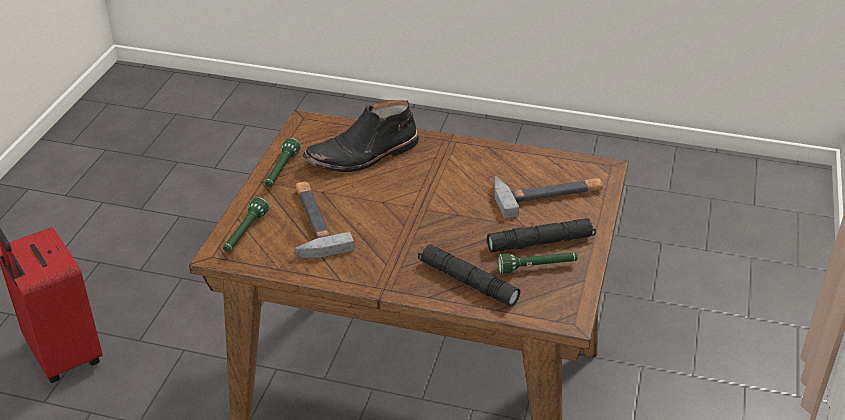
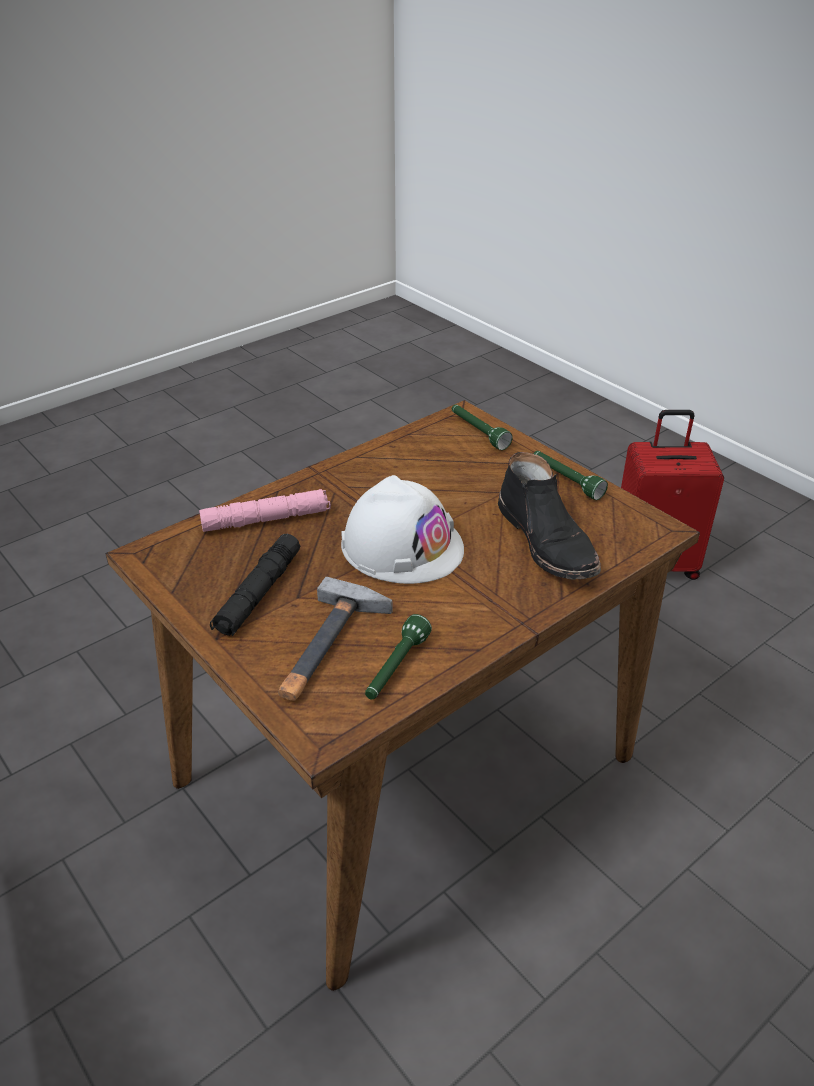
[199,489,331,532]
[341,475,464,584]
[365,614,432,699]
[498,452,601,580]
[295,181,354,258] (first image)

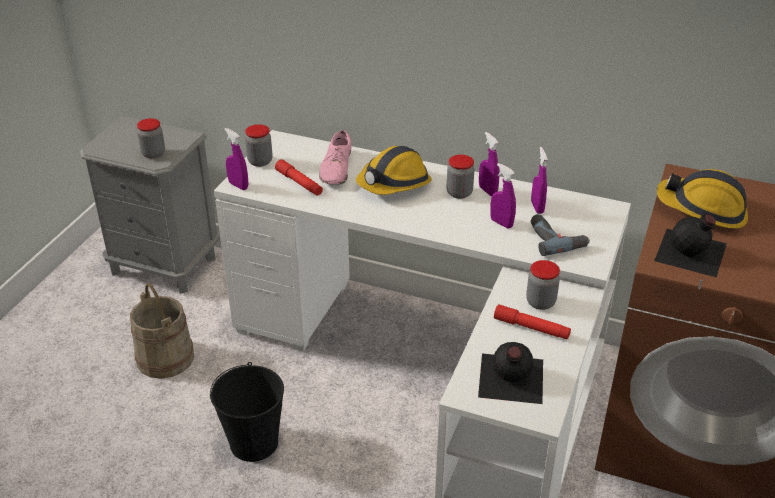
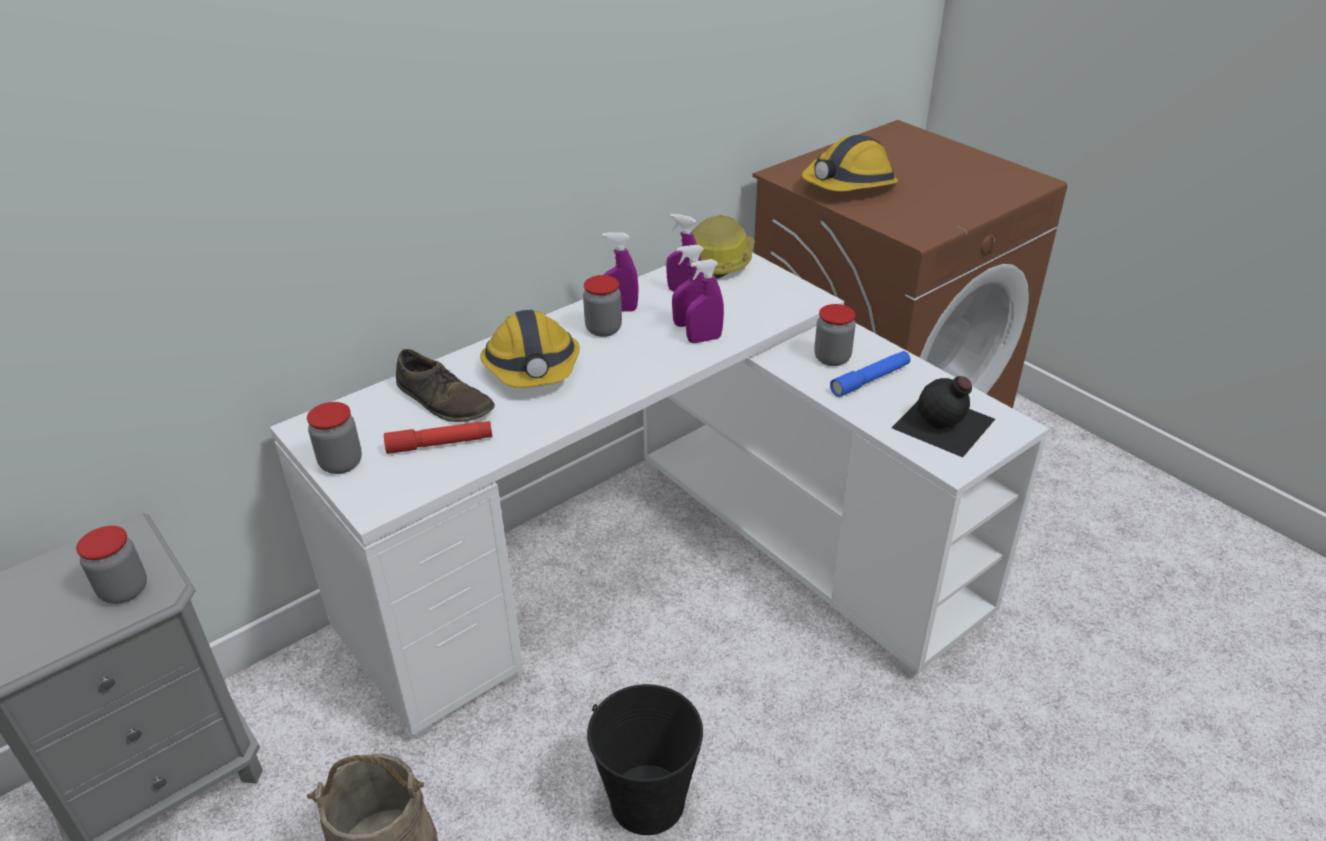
[396,349,495,422]
[686,259,724,343]
[691,215,755,279]
[830,351,910,397]
[531,214,590,256] (first image)
[654,214,727,277] (first image)

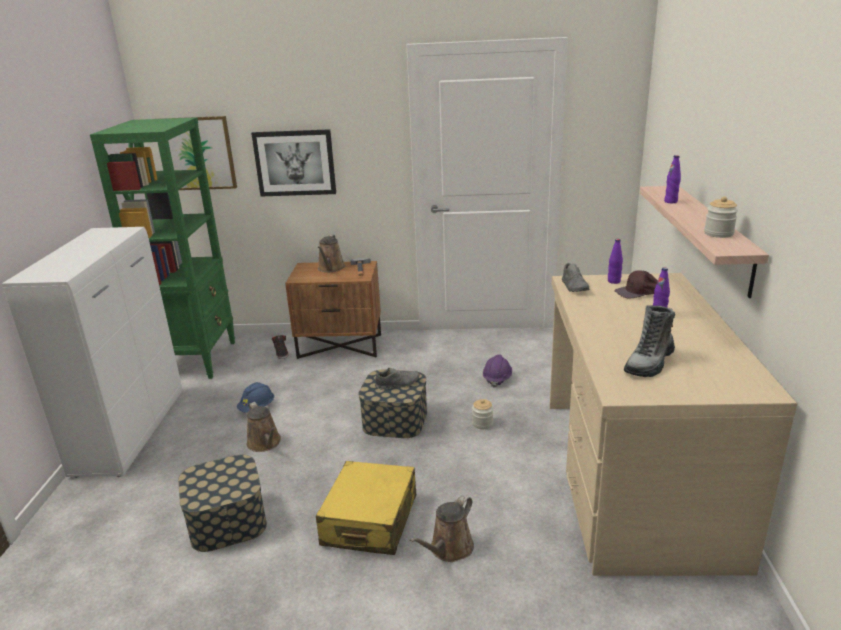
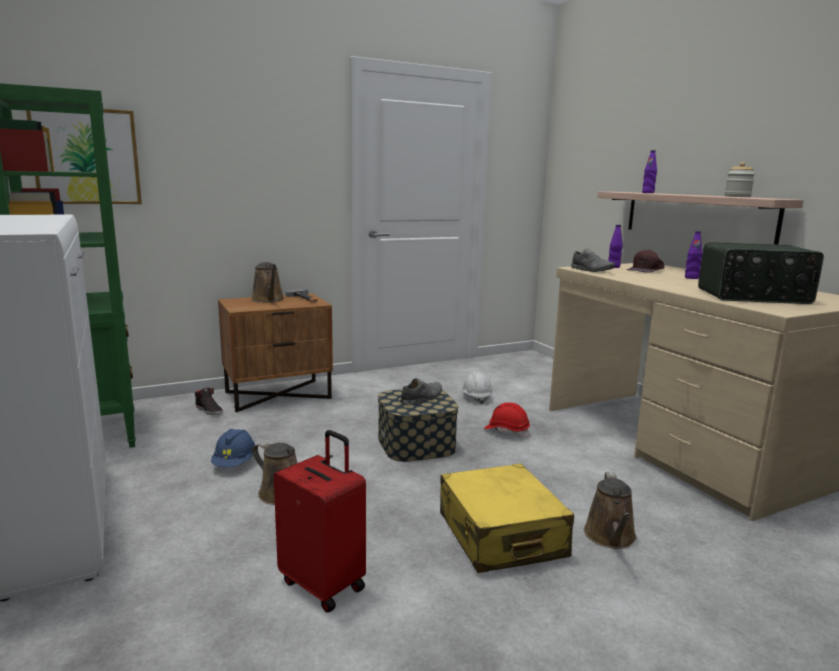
[274,430,366,613]
[462,371,493,404]
[484,402,530,438]
[698,242,824,304]
[251,129,336,196] (first image)

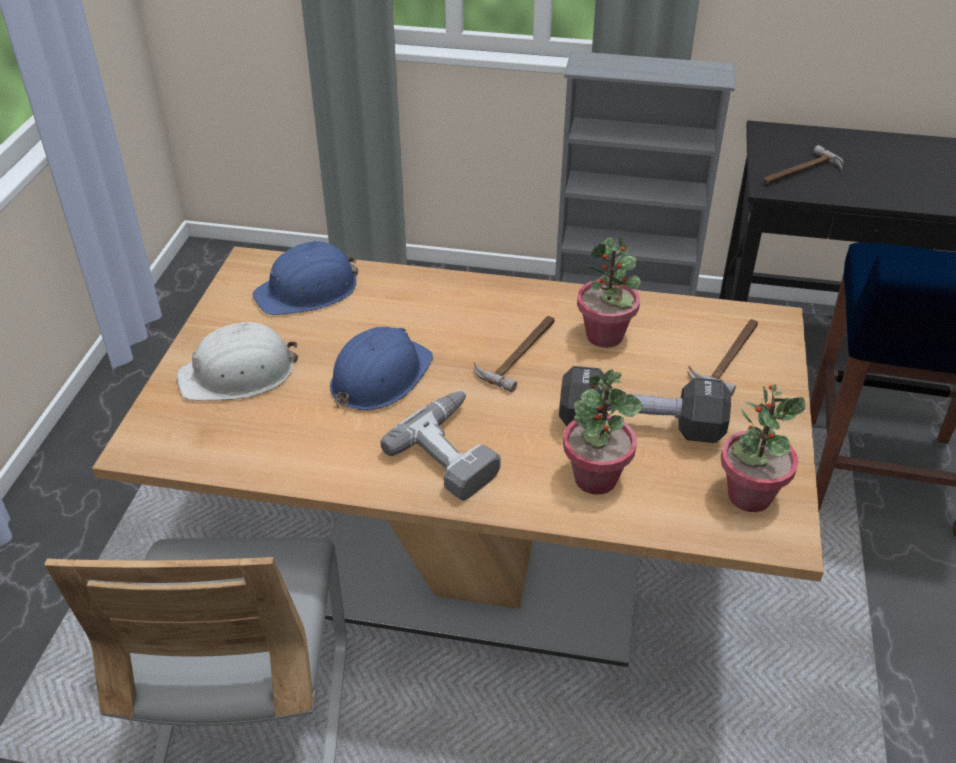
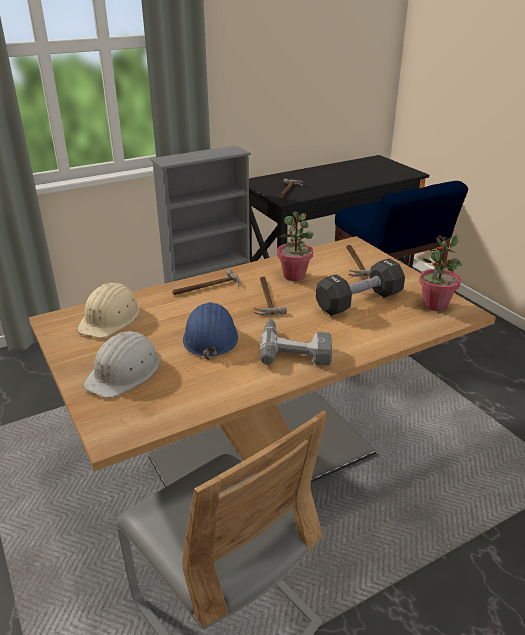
[77,283,140,338]
[172,269,240,295]
[563,369,643,495] (first image)

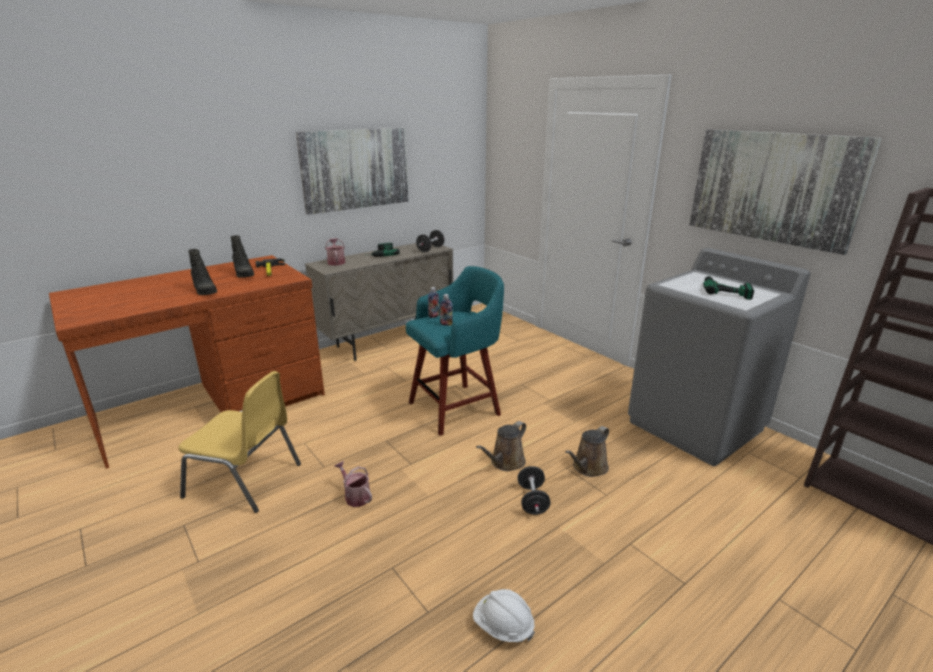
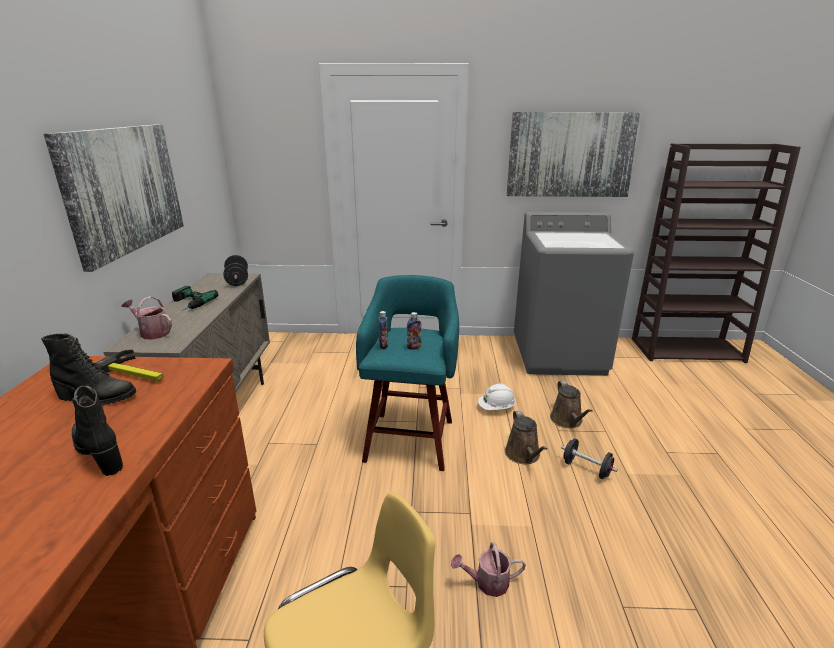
[72,385,123,476]
[478,384,516,410]
[703,276,754,300] (first image)

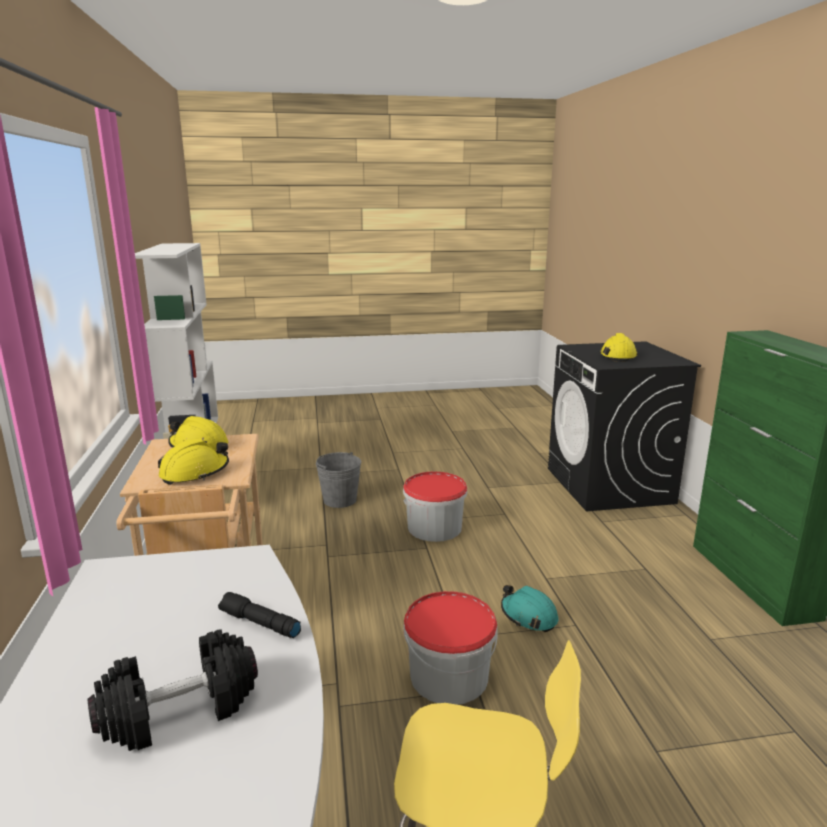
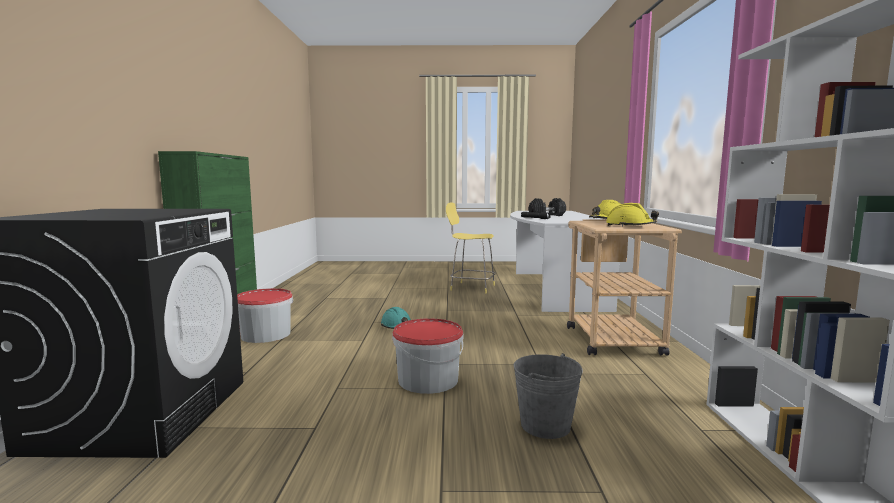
[237,288,293,343]
[600,333,638,362] (first image)

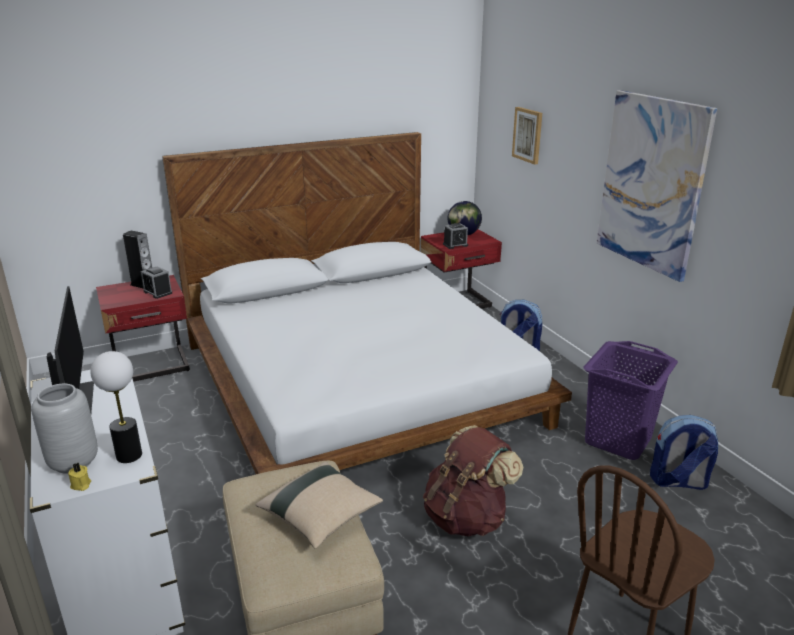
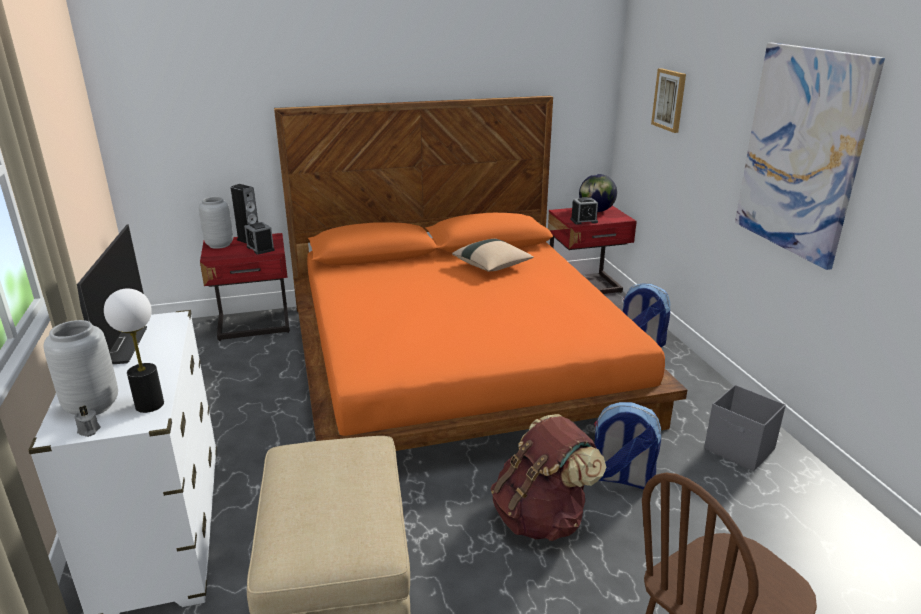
[75,406,101,437]
[199,197,233,249]
[274,96,687,451]
[452,239,534,272]
[594,402,661,489]
[704,385,786,472]

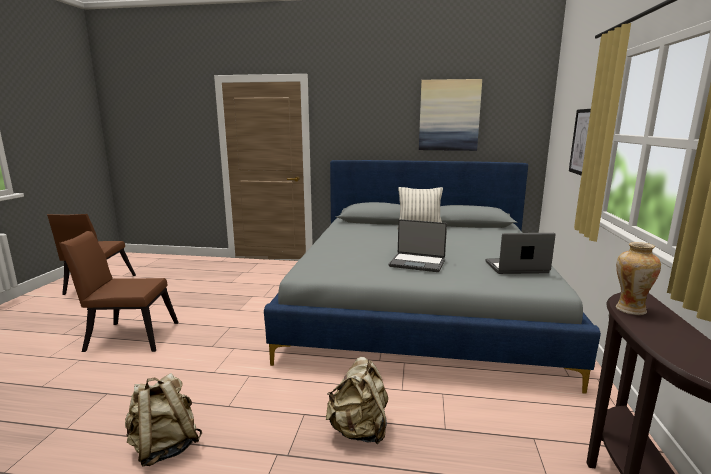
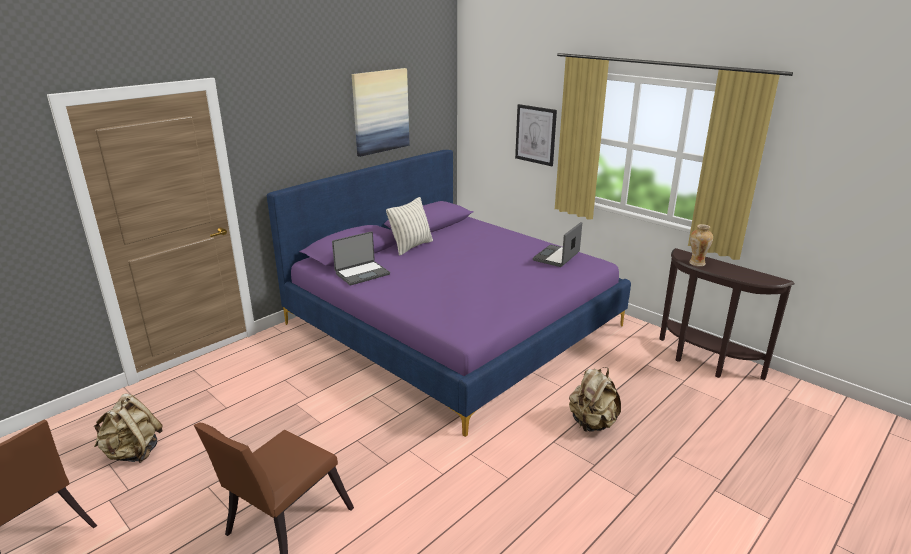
[93,394,163,463]
[267,150,631,437]
[332,231,390,285]

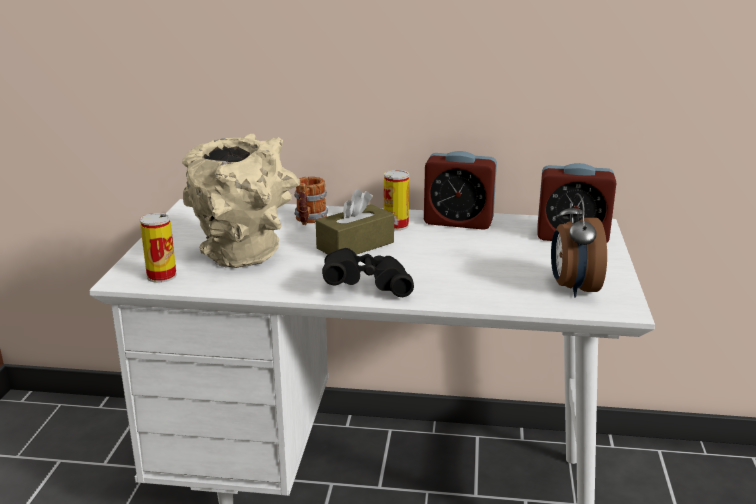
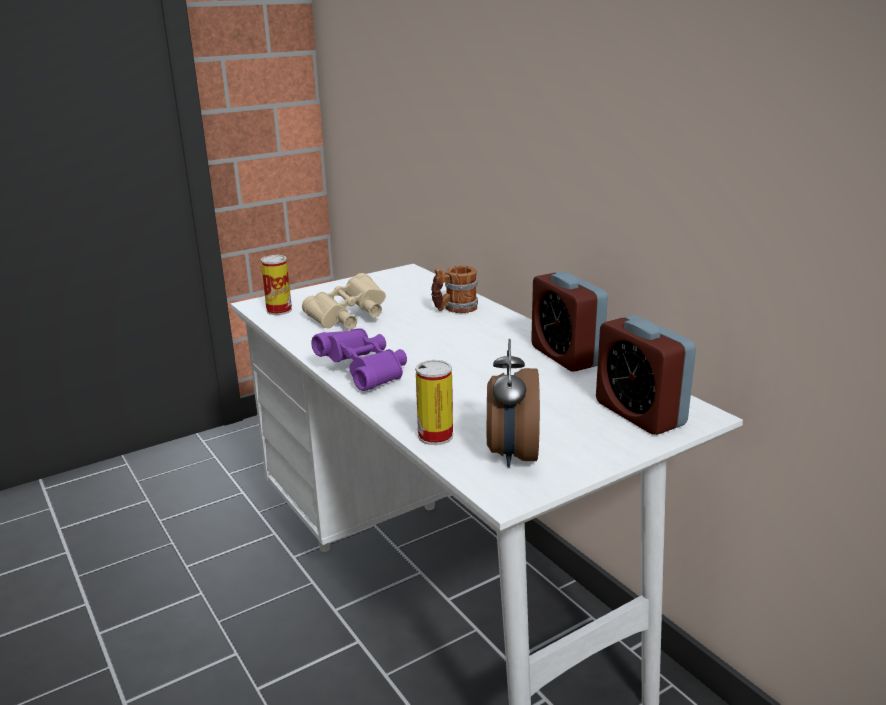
[302,273,386,330]
[311,328,407,391]
[416,360,453,445]
[487,339,540,467]
[316,189,394,255] (first image)

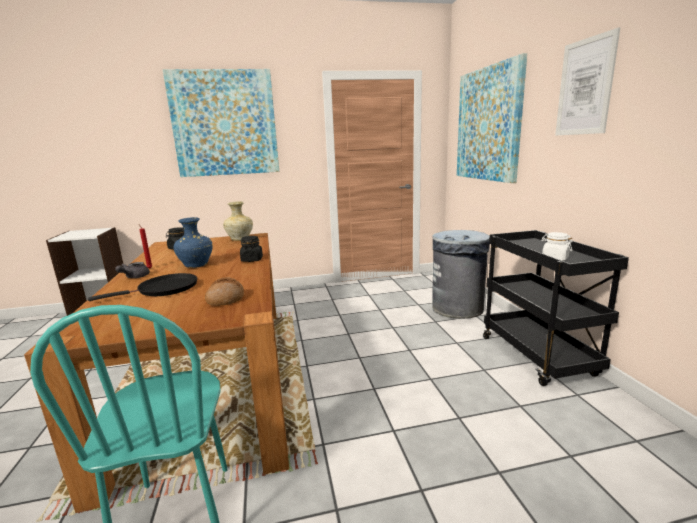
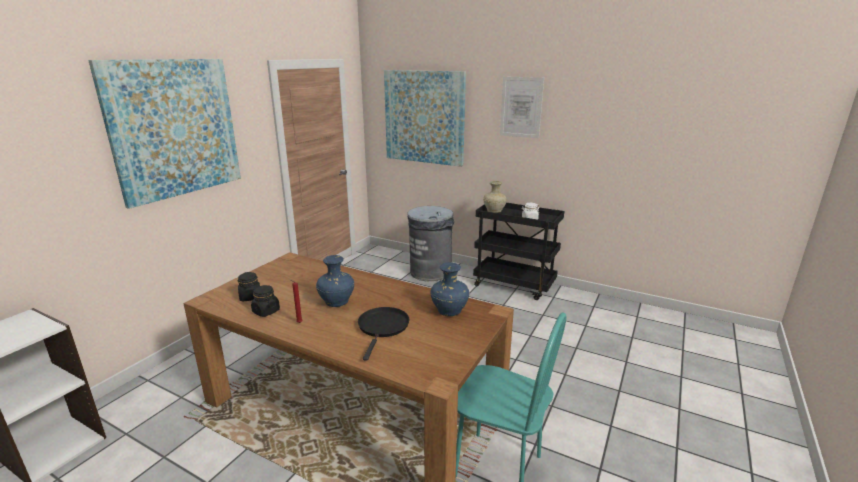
[251,285,280,317]
[431,262,469,316]
[483,181,507,213]
[115,262,150,278] (first image)

